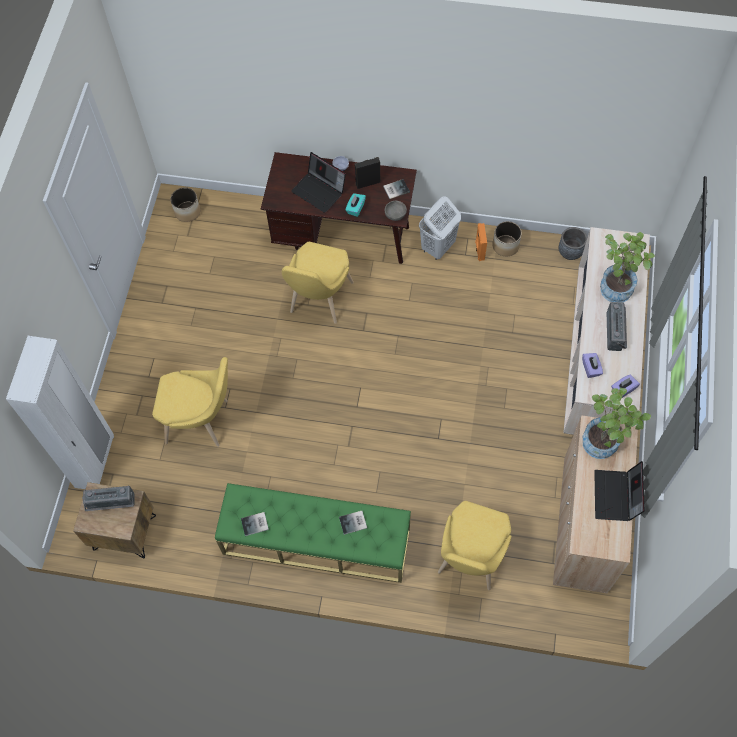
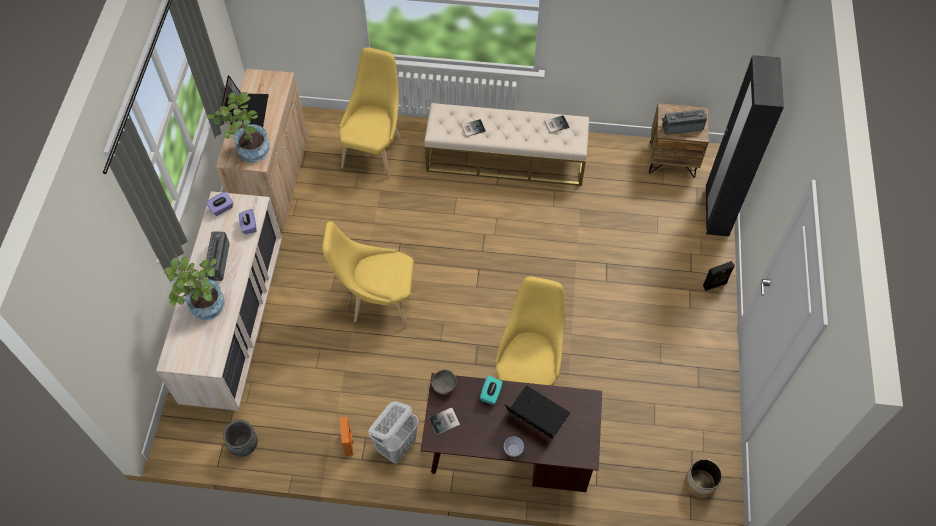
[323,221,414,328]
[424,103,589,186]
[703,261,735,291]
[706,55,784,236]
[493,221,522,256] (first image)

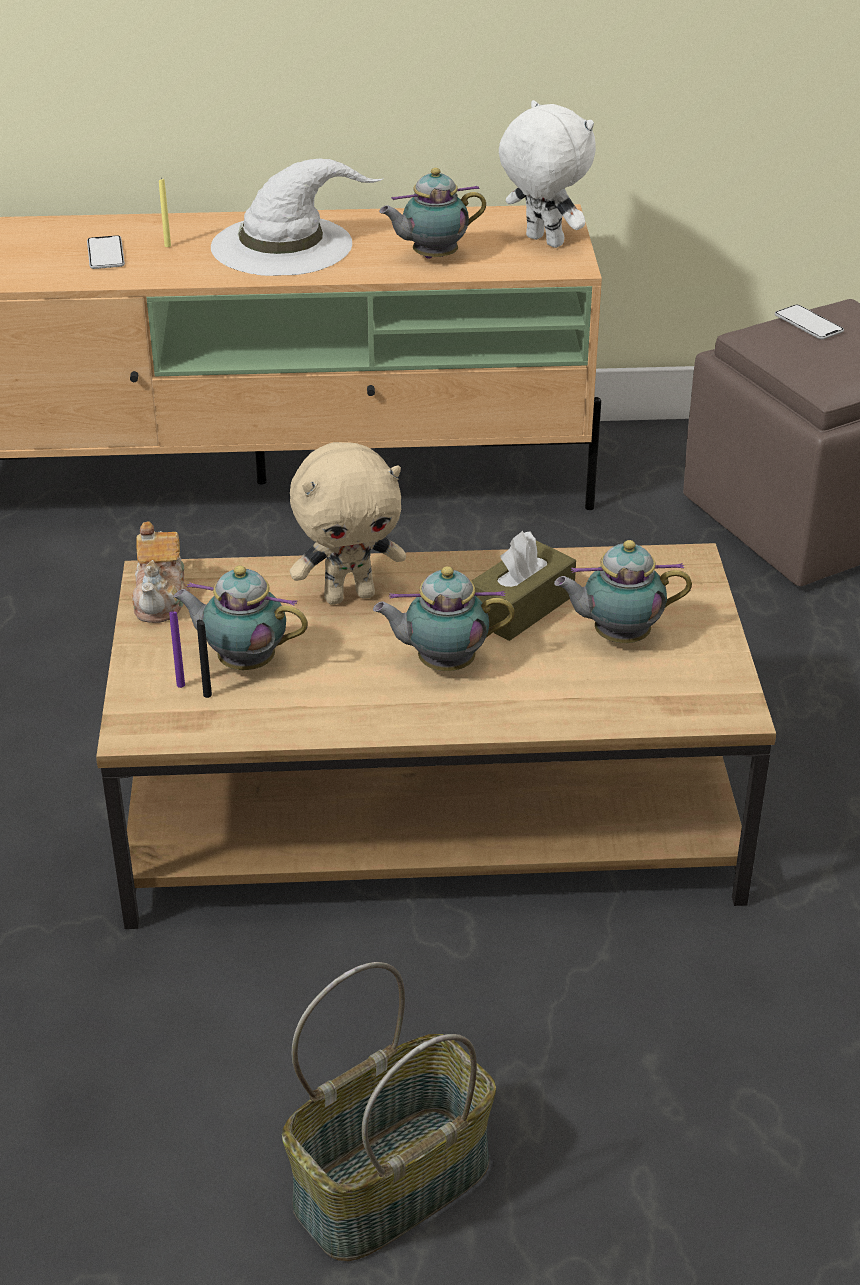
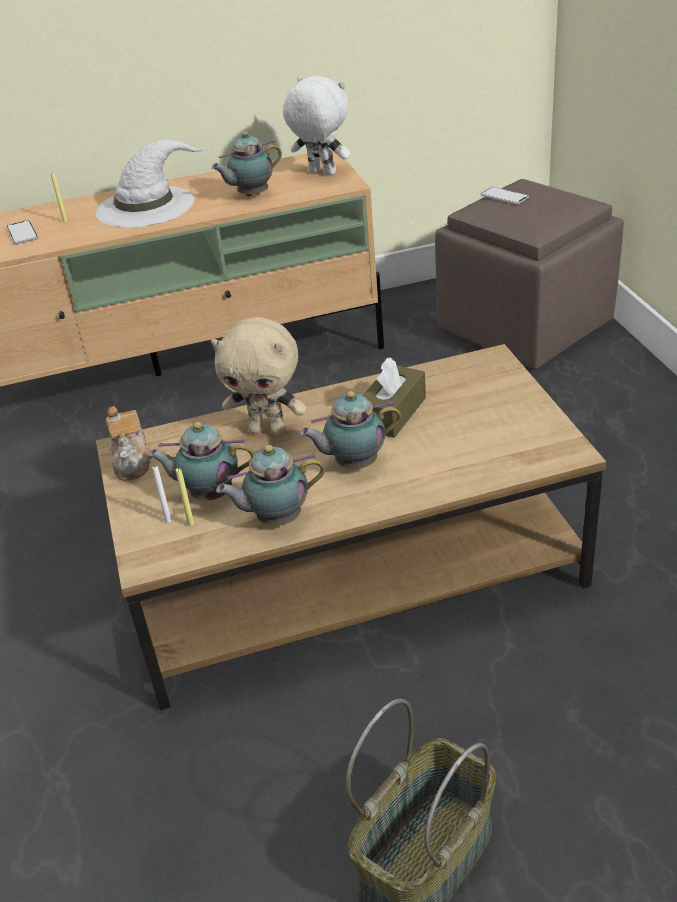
[152,465,171,523]
[176,468,194,526]
[211,317,307,436]
[216,445,325,526]

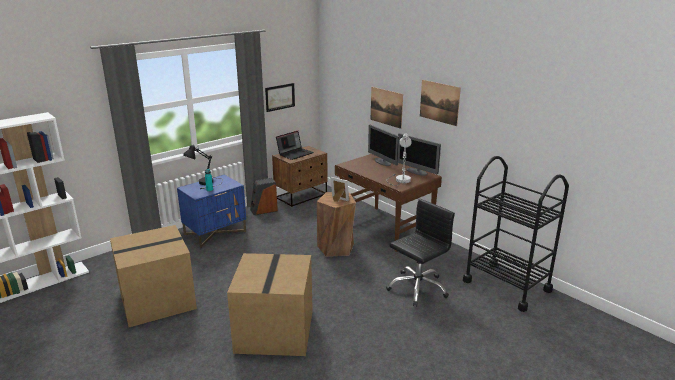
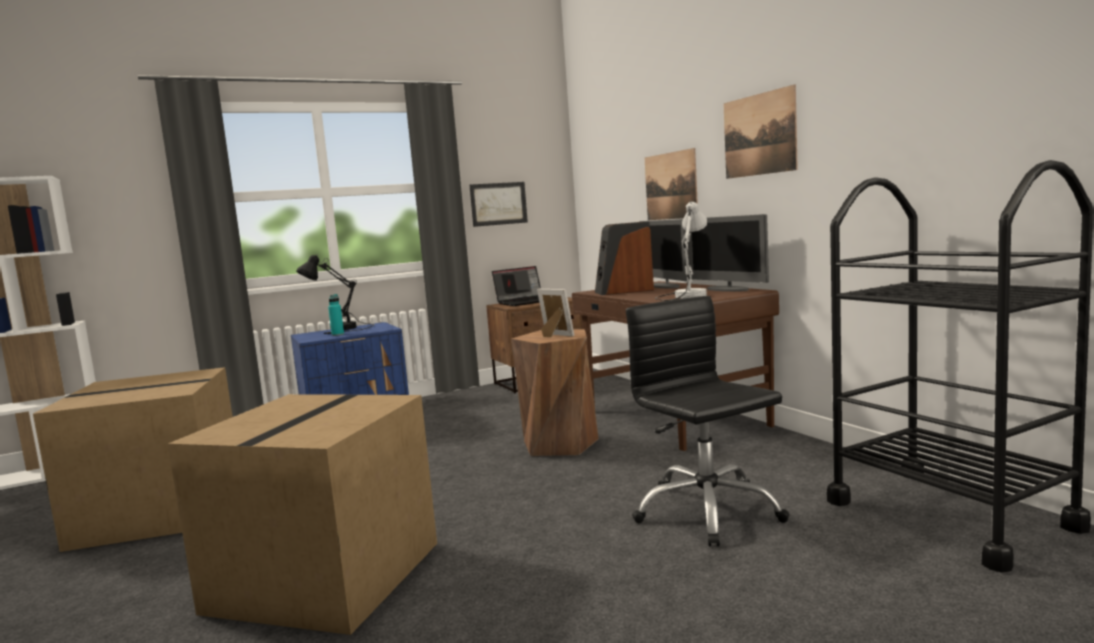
[595,222,654,295]
[626,296,790,546]

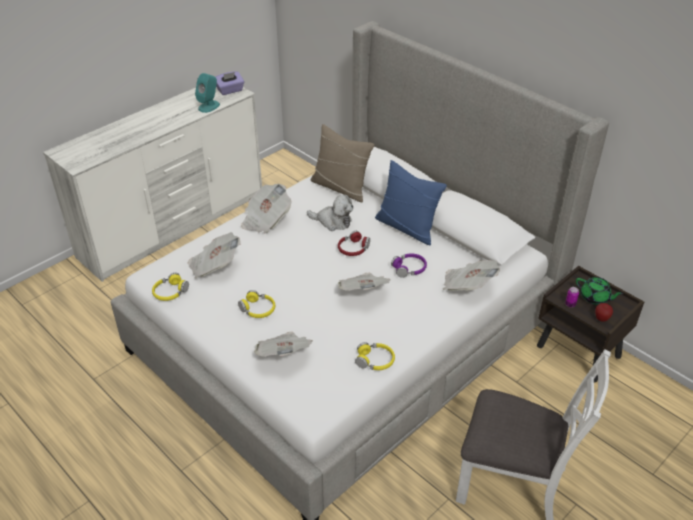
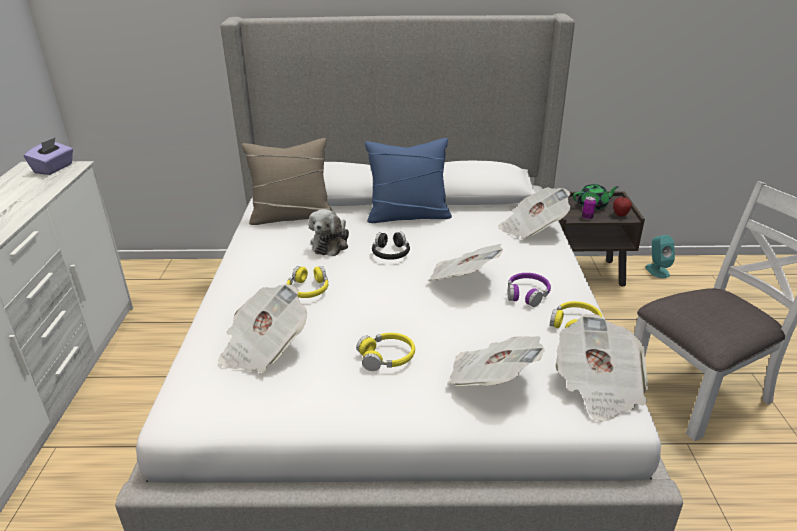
[287,266,328,298]
[308,209,349,256]
[372,232,410,260]
[508,273,551,307]
[555,314,648,422]
[645,235,675,278]

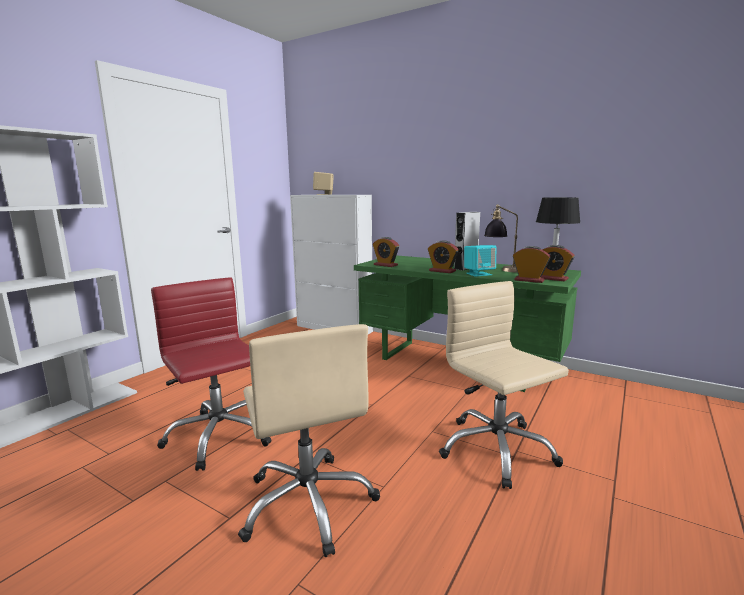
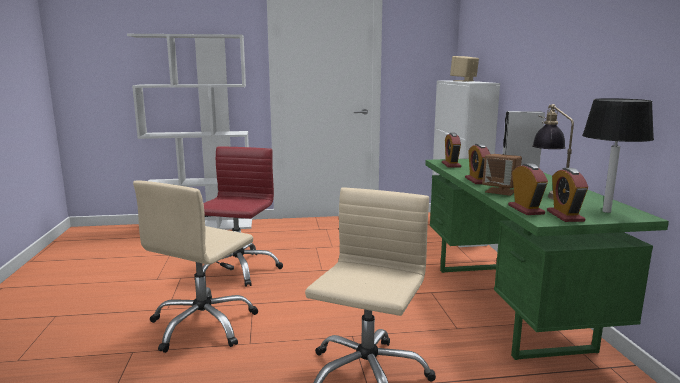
[482,154,522,196]

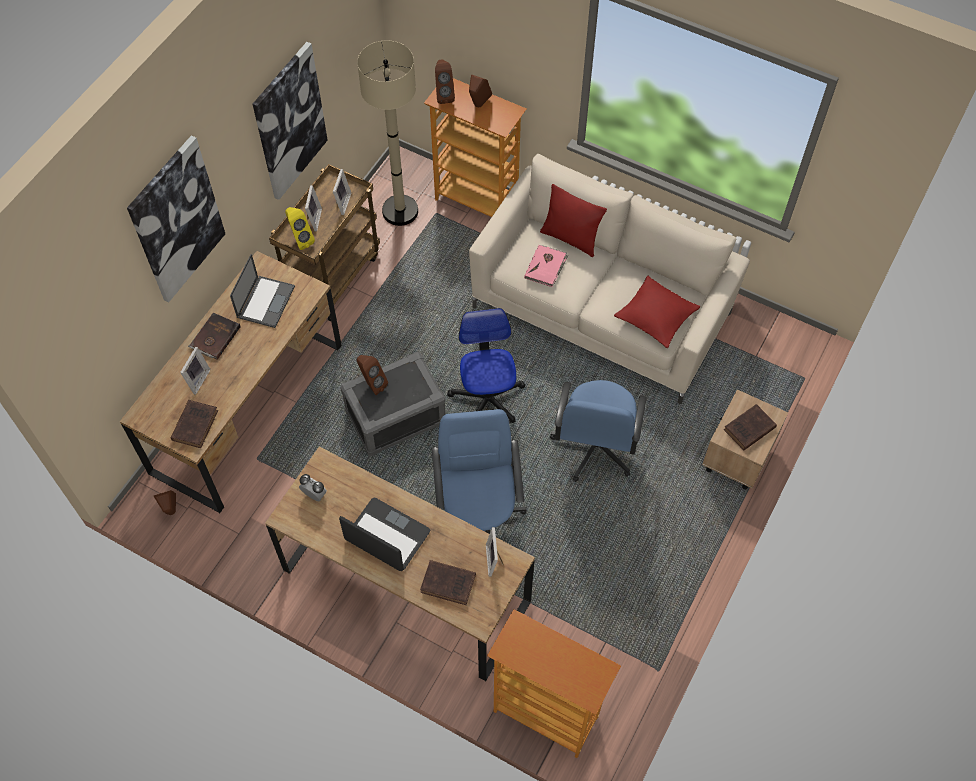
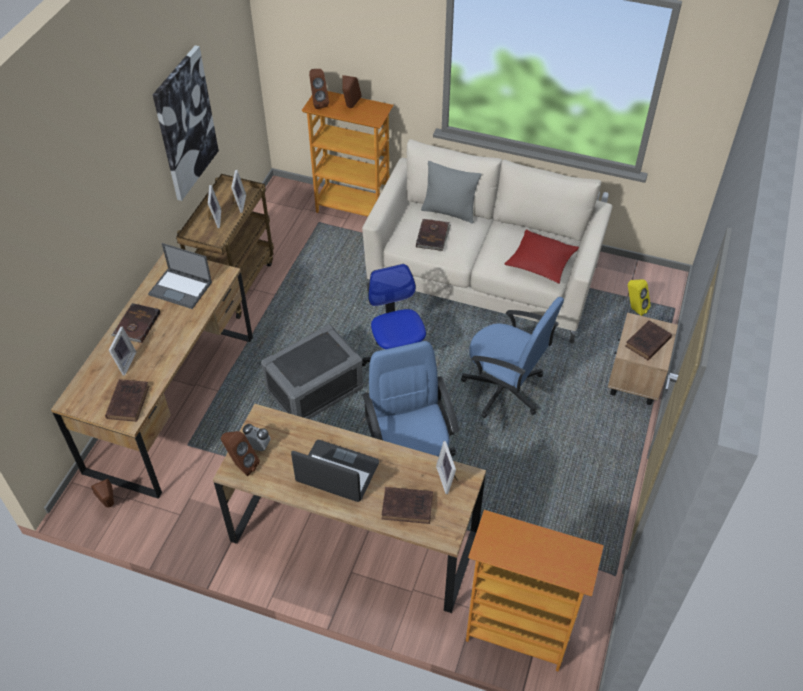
[148,243,212,309]
[221,431,260,476]
[416,219,451,251]
[421,161,482,224]
[461,297,564,418]
[628,279,651,316]
[127,135,225,302] (first image)
[357,40,418,226] (first image)

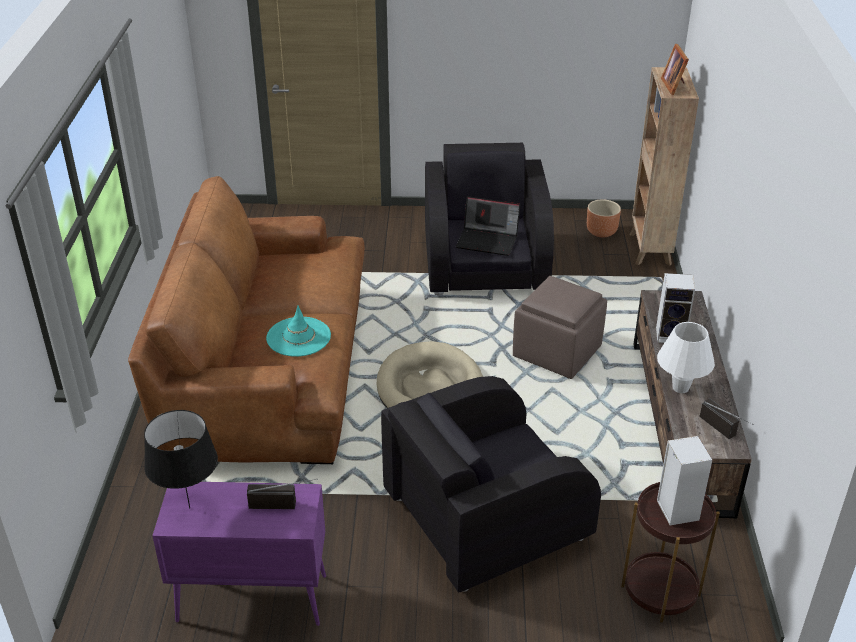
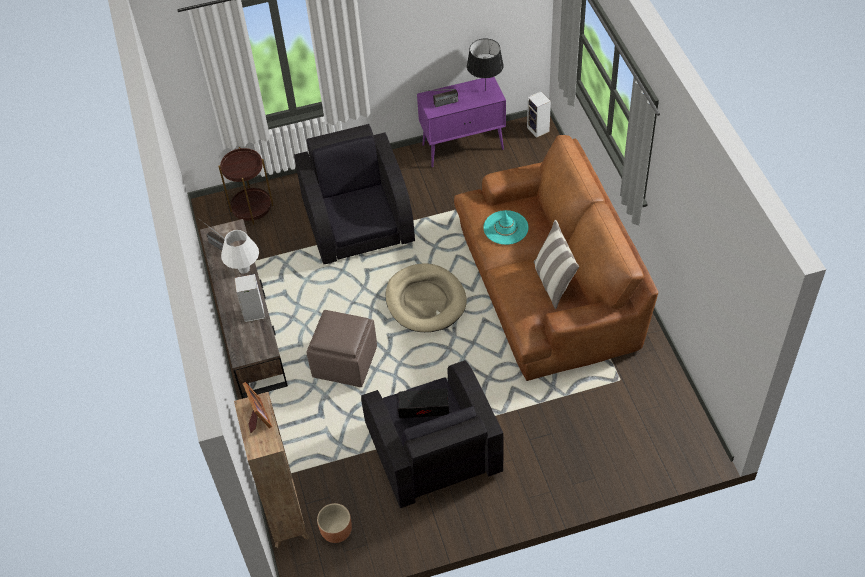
[294,124,415,264]
[527,91,551,138]
[534,220,579,309]

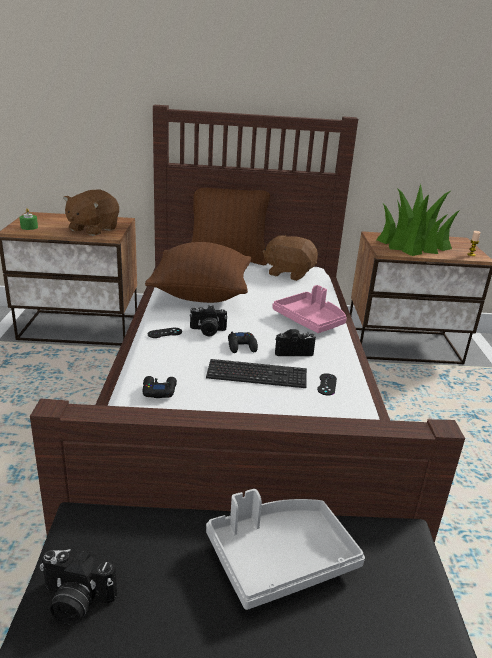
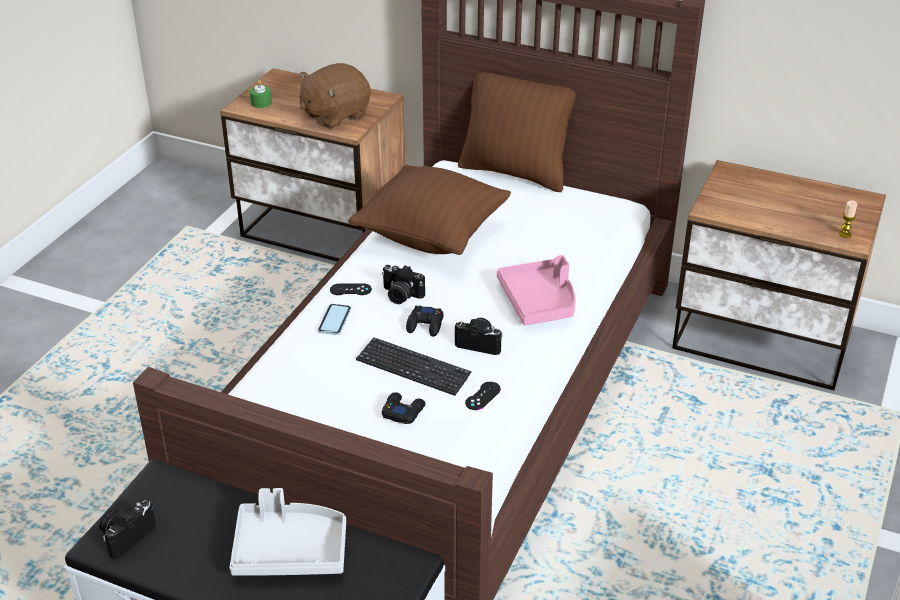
[99,500,156,559]
[318,304,351,335]
[382,392,425,424]
[263,235,318,281] (first image)
[376,184,460,256] (first image)

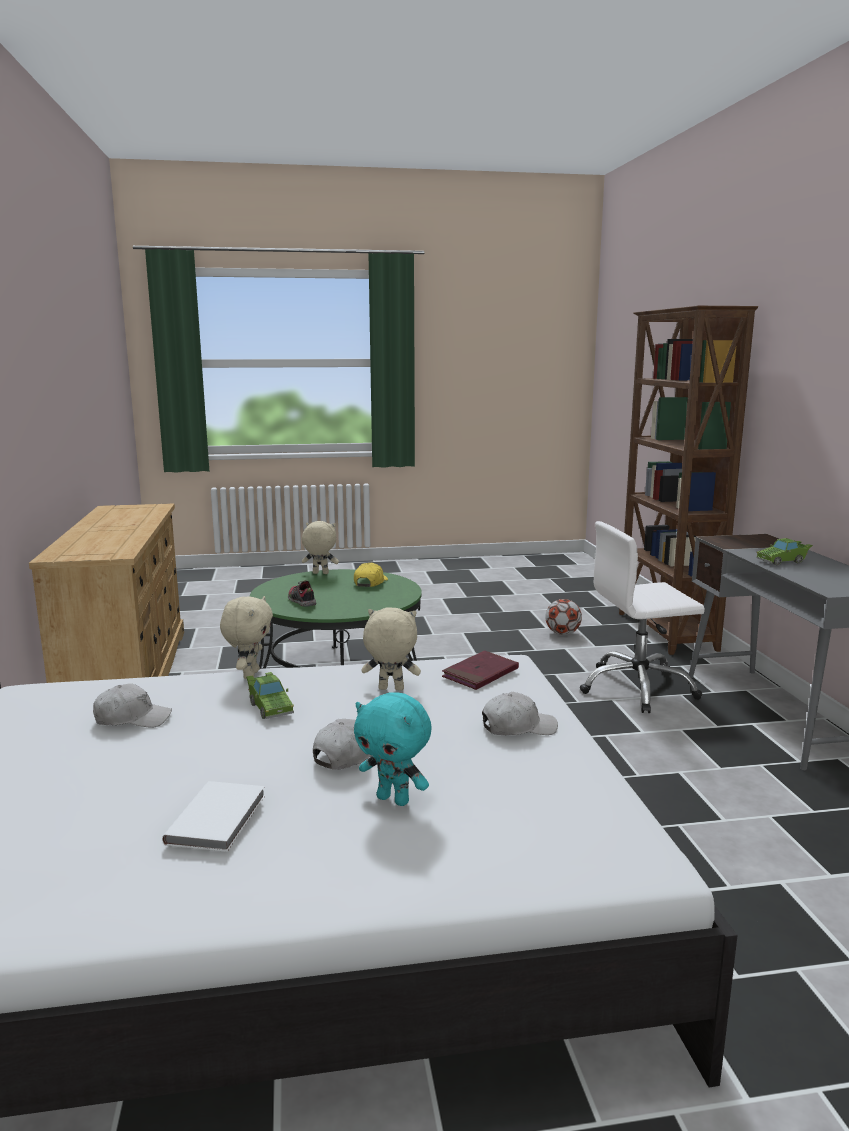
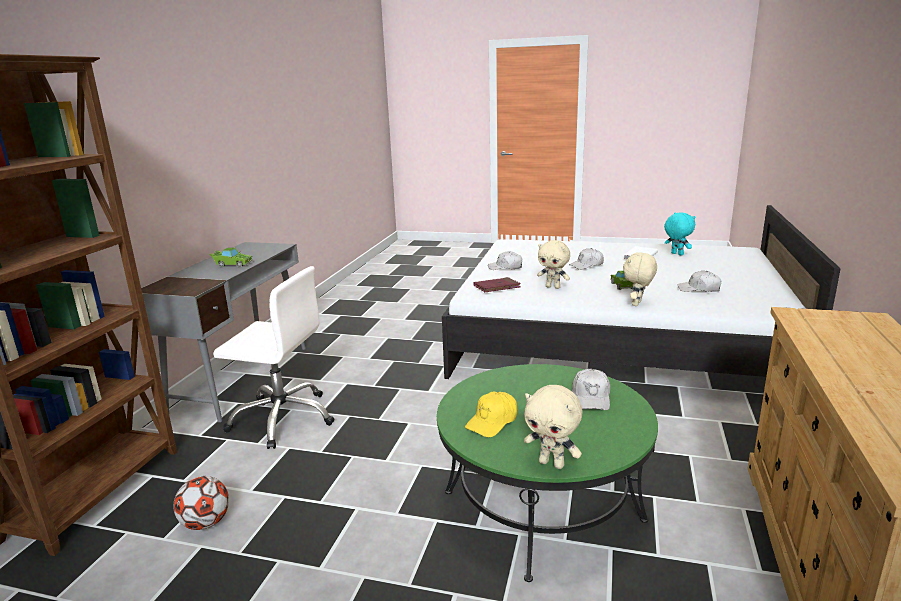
[572,369,610,410]
[664,212,695,256]

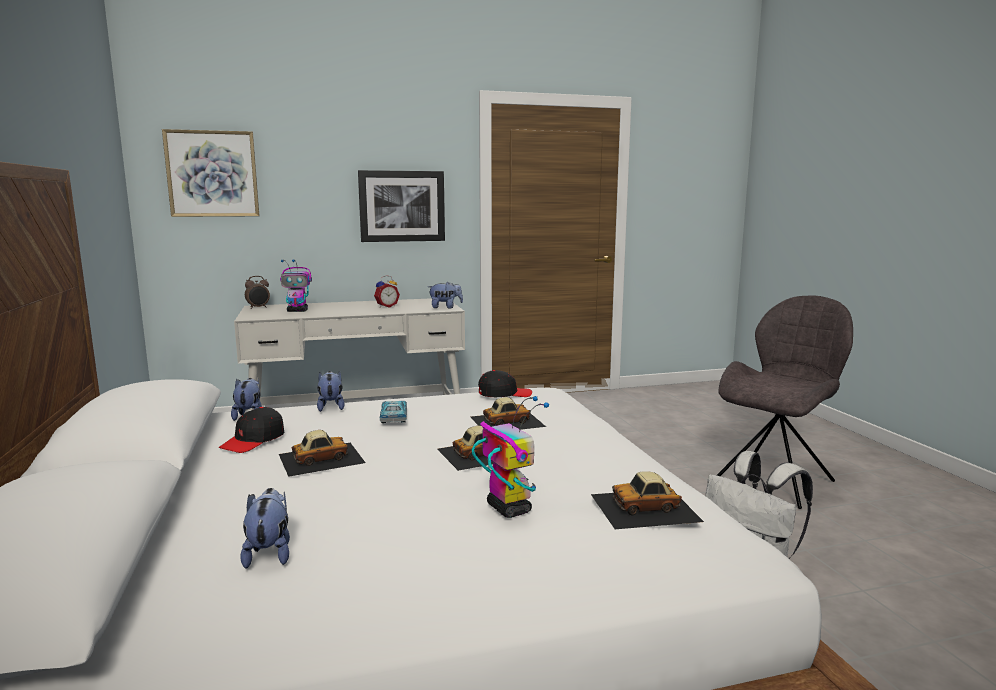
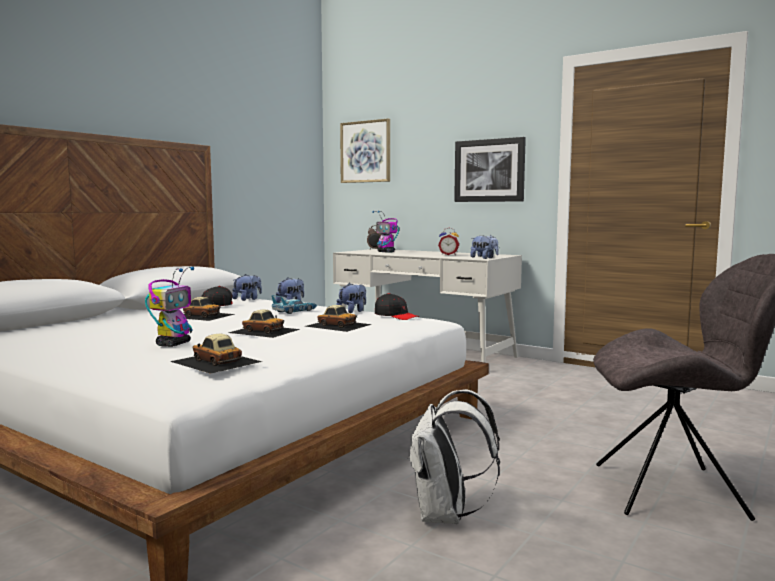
[336,283,366,313]

